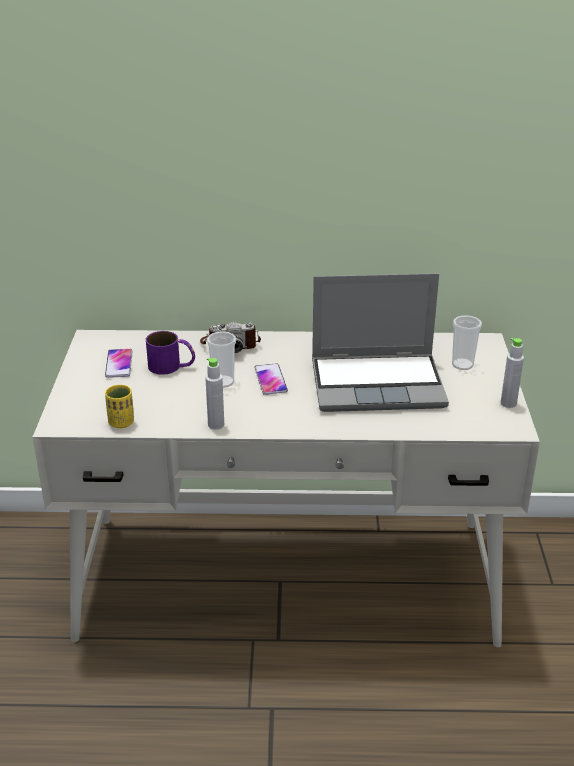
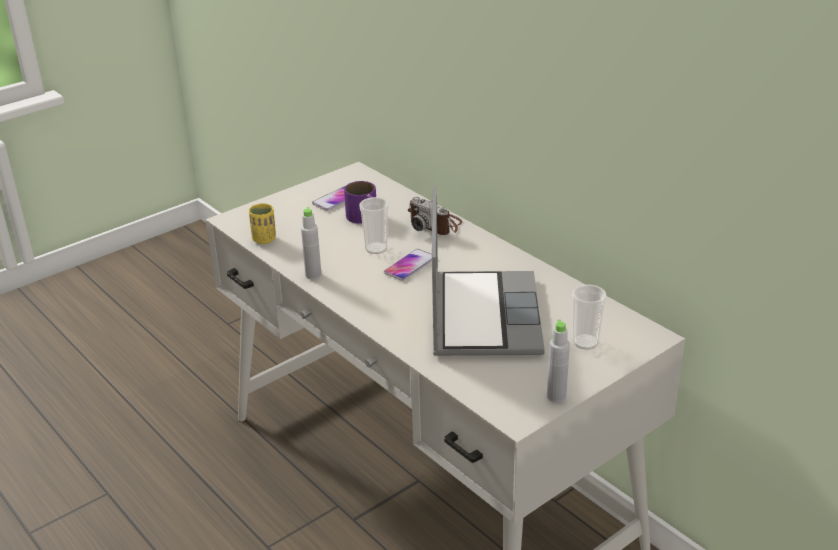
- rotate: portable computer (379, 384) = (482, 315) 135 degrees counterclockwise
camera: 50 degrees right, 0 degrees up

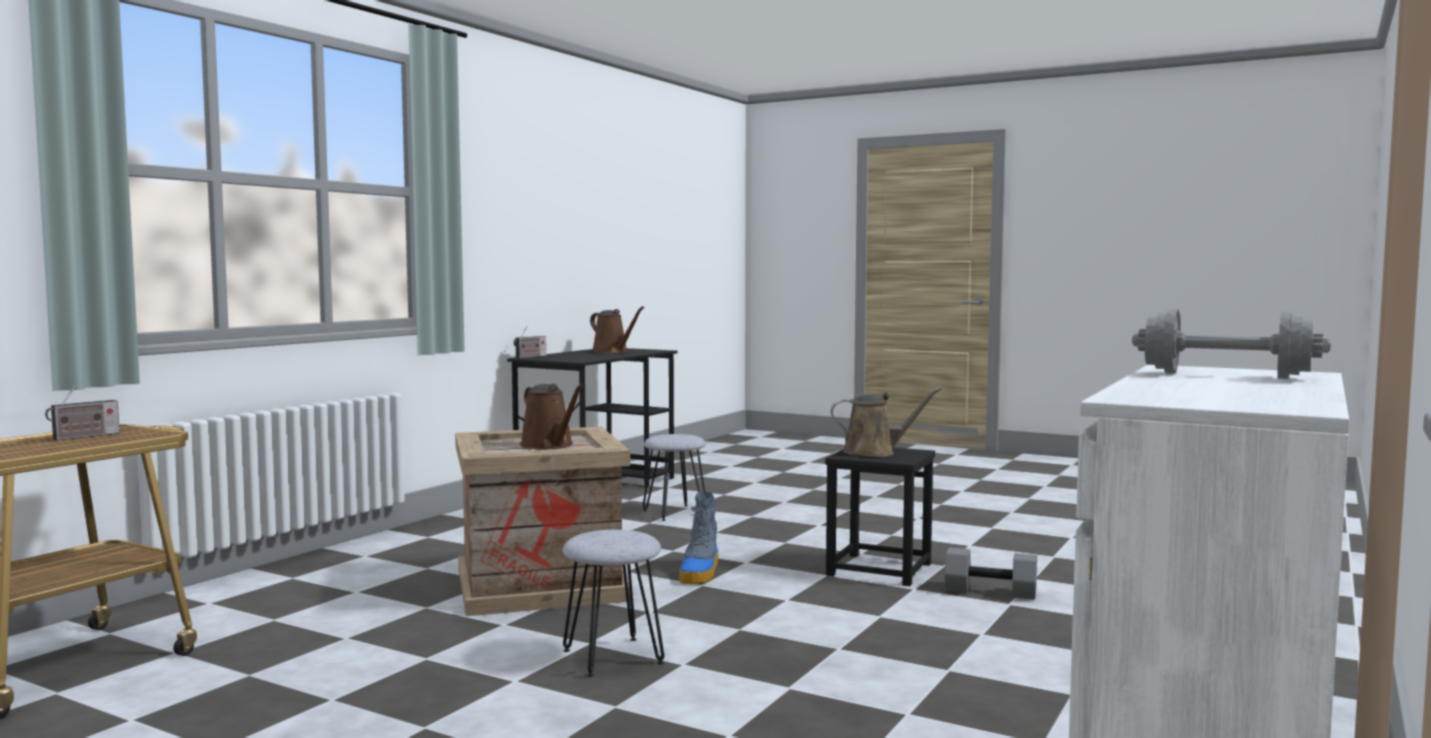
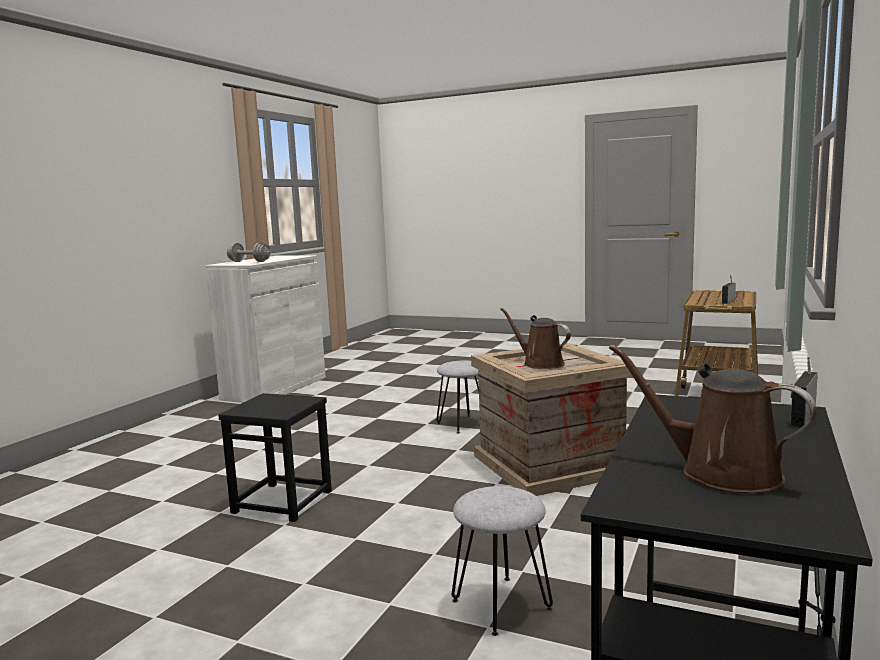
- delete: high-top boot (700, 573)
- delete: brownish watering can (874, 452)
- delete: grey hand weight (989, 592)
camera: 175 degrees right, 5 degrees up

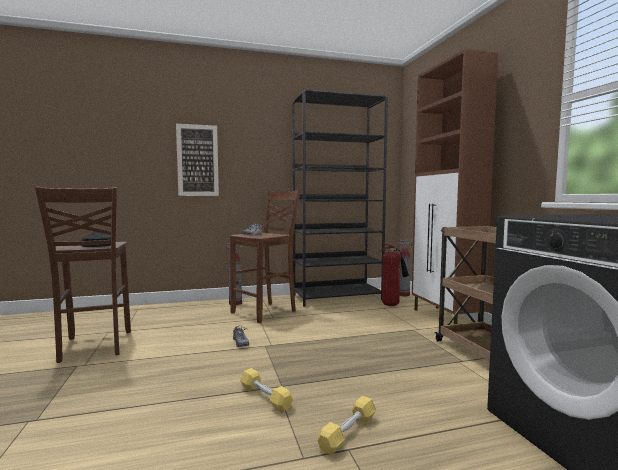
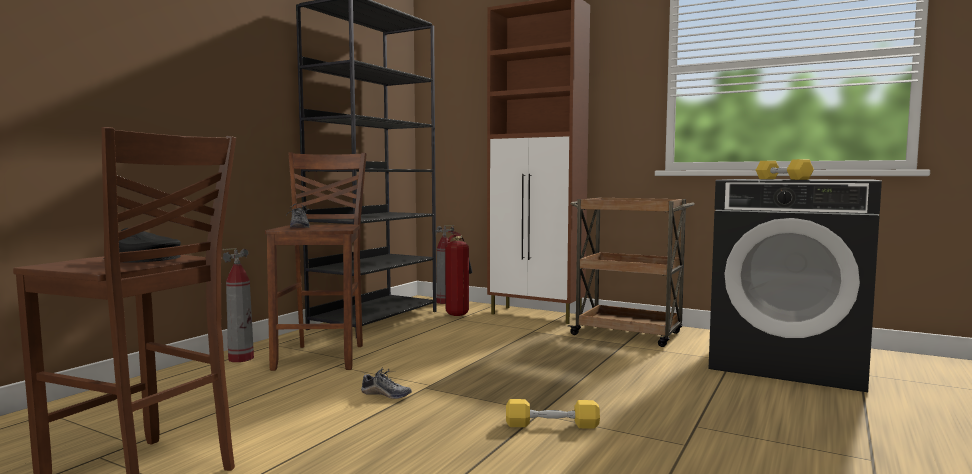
- move: yellow hand weight (348, 433) to (782, 179)
- delete: wall art (197, 160)
camera: 45 degrees left, 0 degrees up

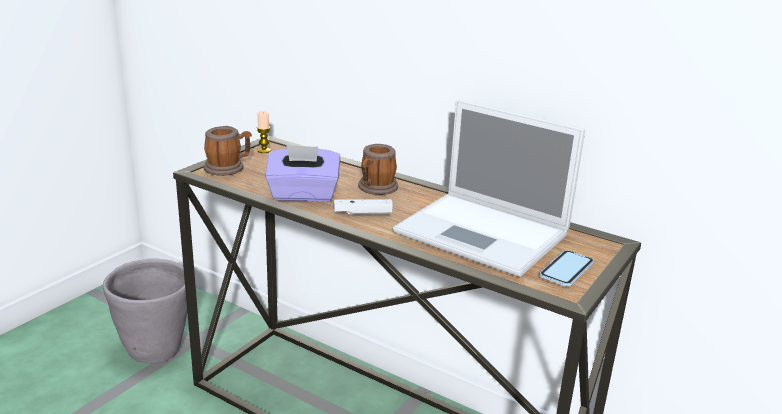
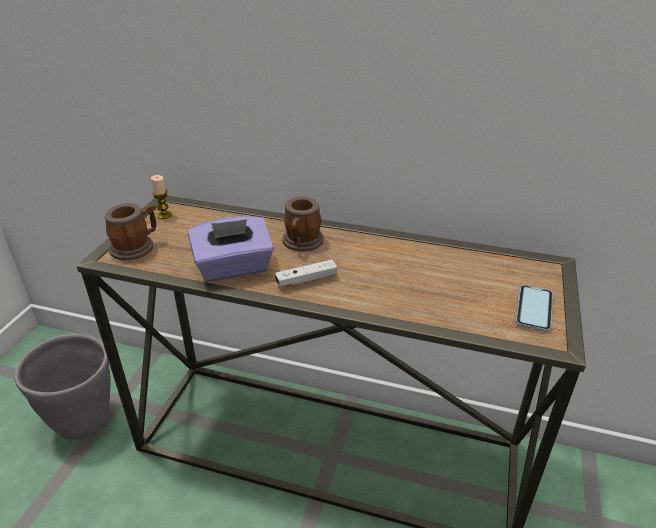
- delete: portable computer (485, 234)
camera: 15 degrees left, 10 degrees up

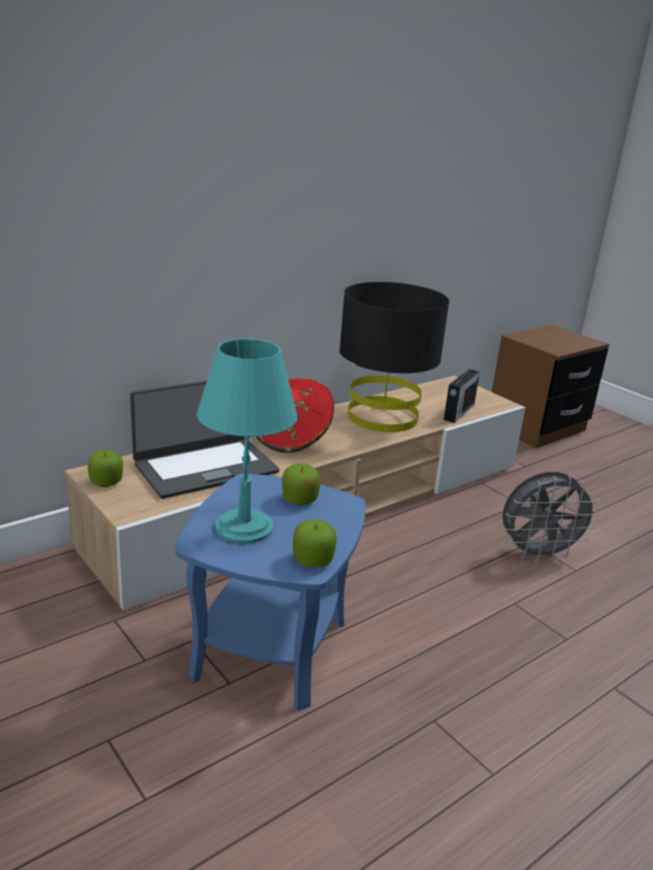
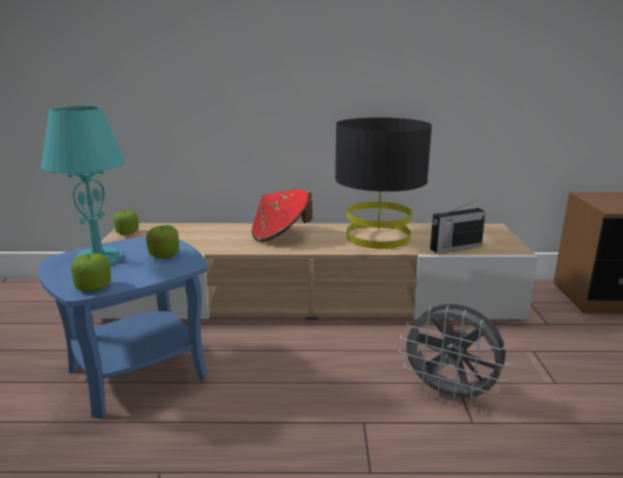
- delete: portable computer (205, 467)
camera: 40 degrees right, 5 degrees down

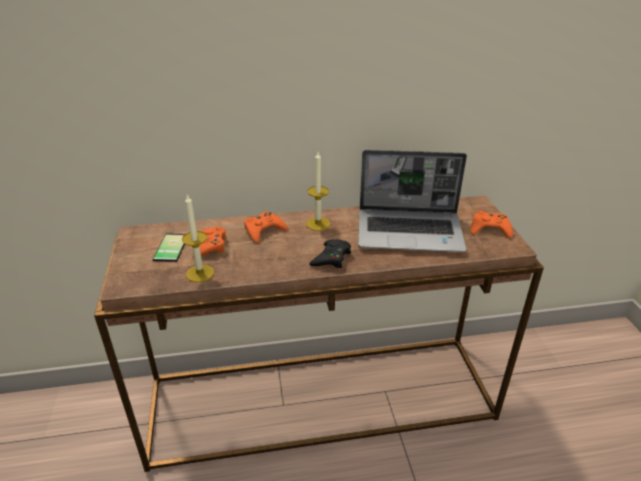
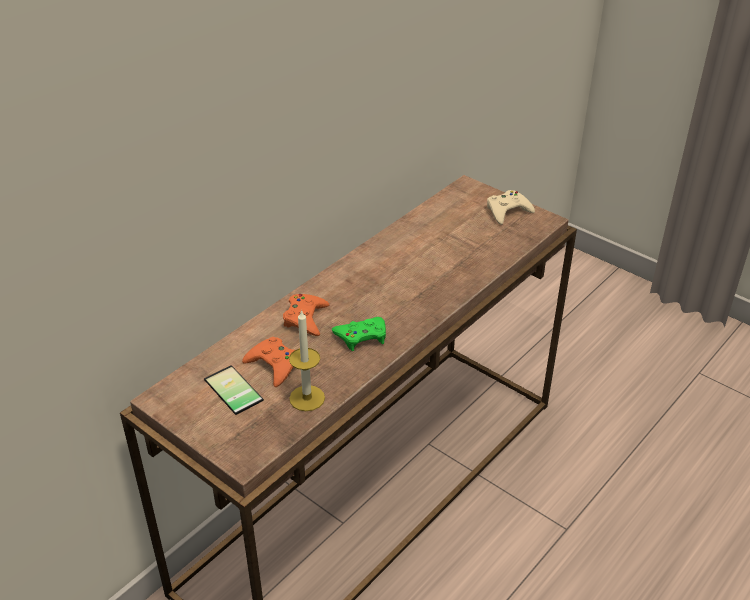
- insert: greenish gamepad (361, 336)
- recolor: orange-coloured gamepad (489, 229) to sand-coloured gamepad (507, 211)
- delete: candle (318, 224)
- delete: black gamepad (331, 258)
- delete: portable computer (410, 231)
camera: 40 degrees left, 5 degrees up

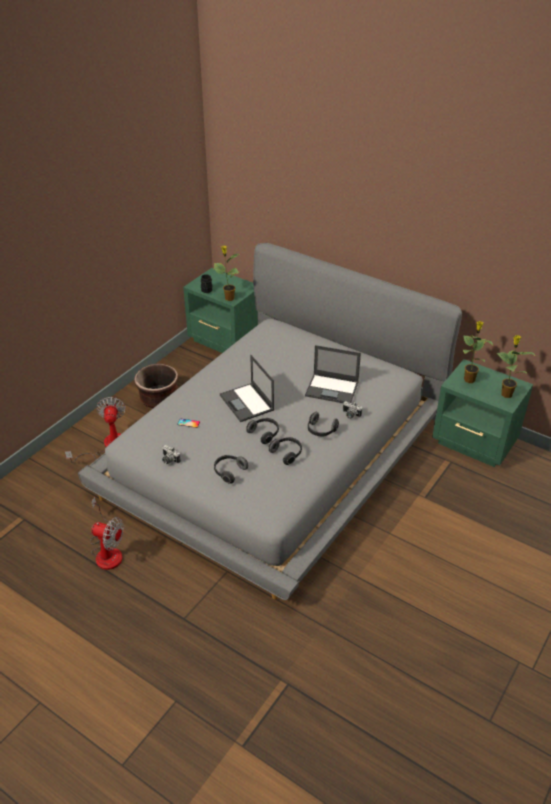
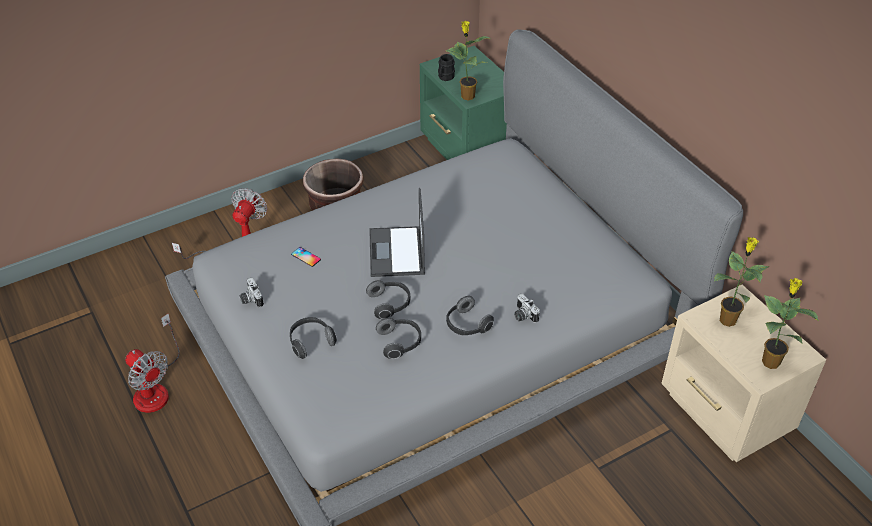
- recolor: greenish nightstand (475, 443) to sand-coloured nightstand (725, 414)
- delete: portable computer (332, 389)
camera: 25 degrees right, 5 degrees up

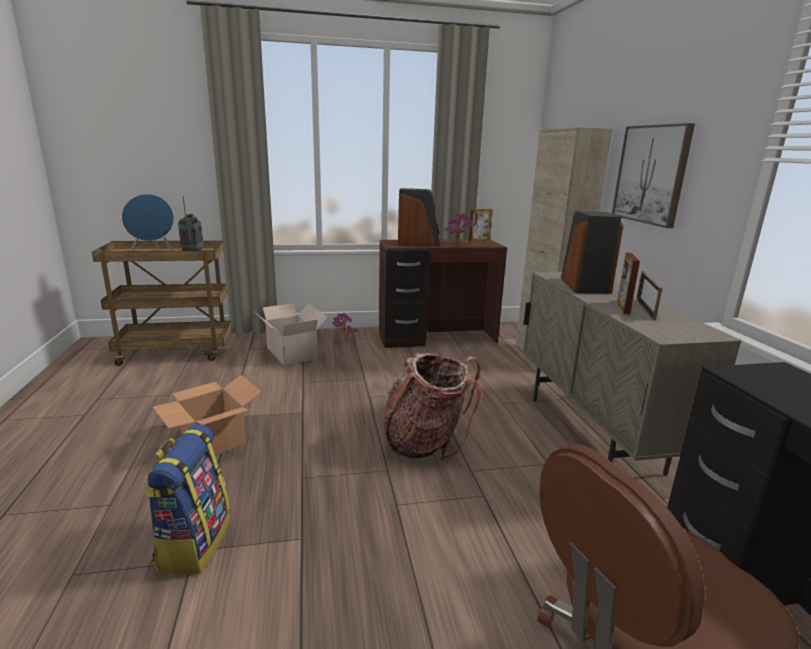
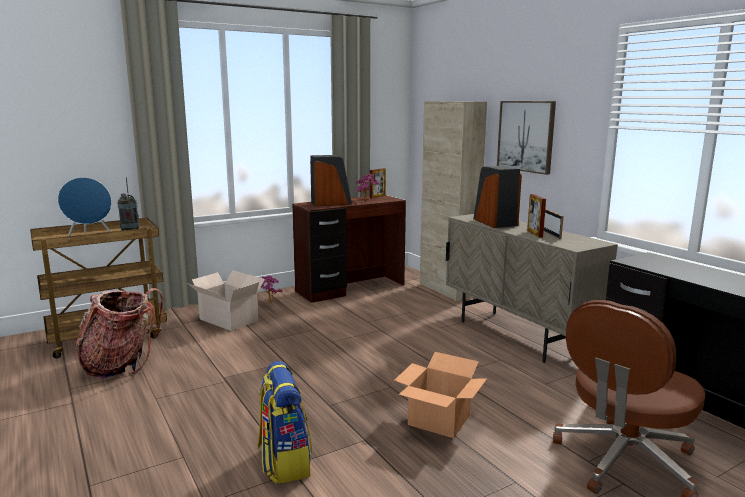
- move: knapsack (426, 442) to (121, 365)
- move: cardboard box (215, 442) to (440, 420)
camera: 20 degrees left, 5 degrees down

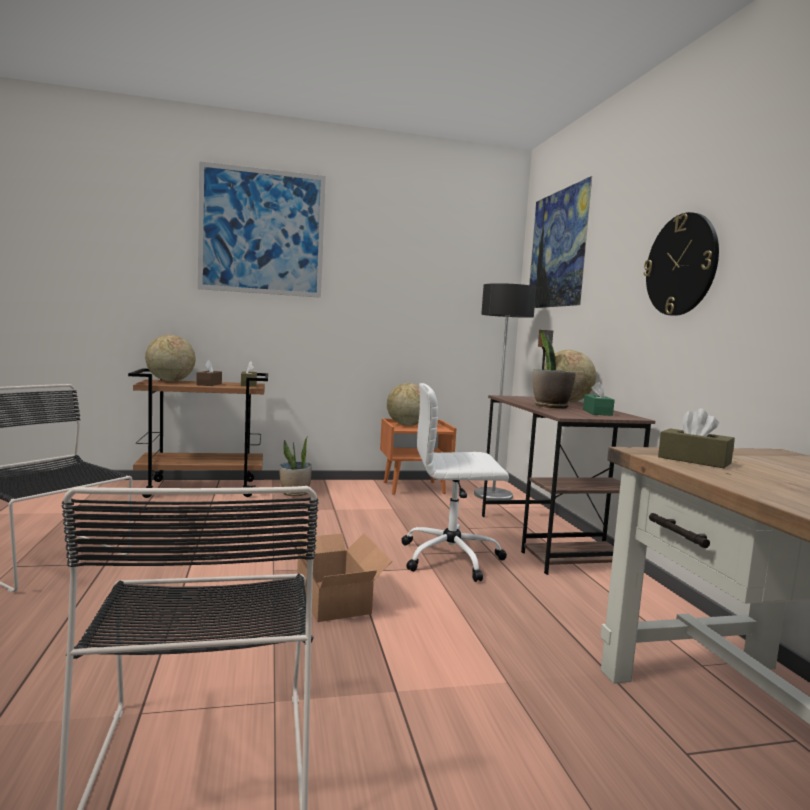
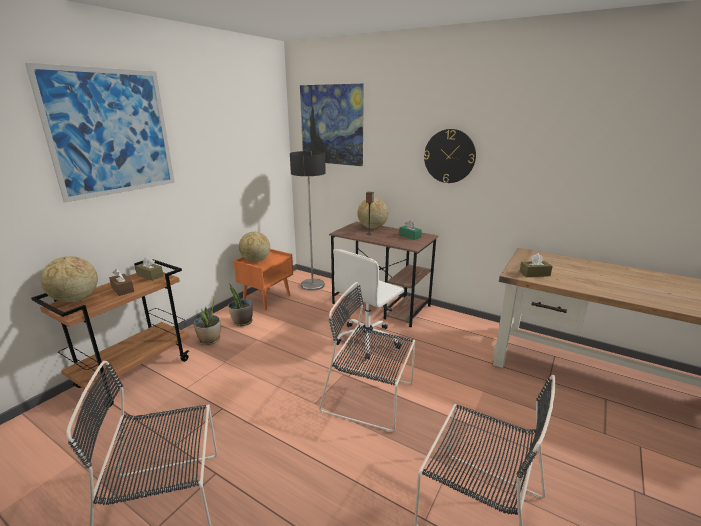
- move: houseplant (550, 407) to (242, 322)
- replace: cardboard box (335, 598) to black chair (371, 398)
camera: 45 degrees left, 15 degrees up

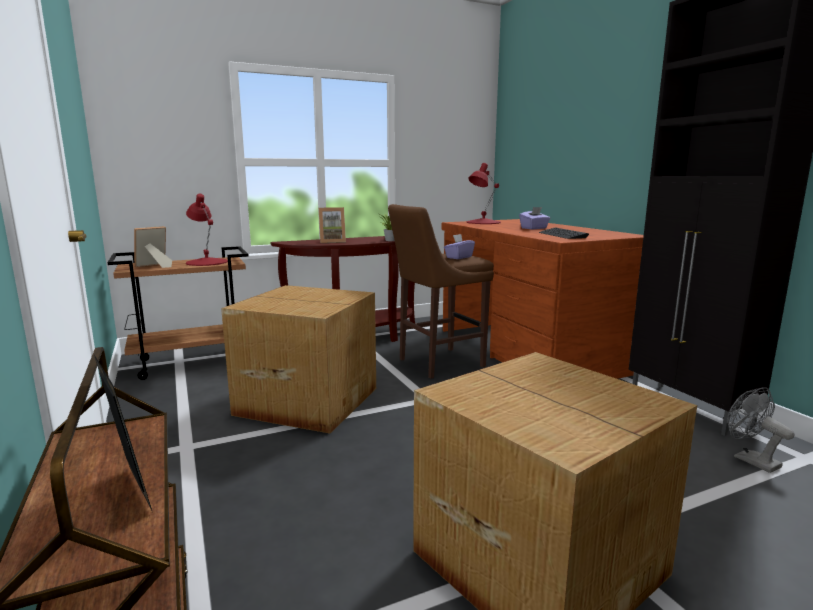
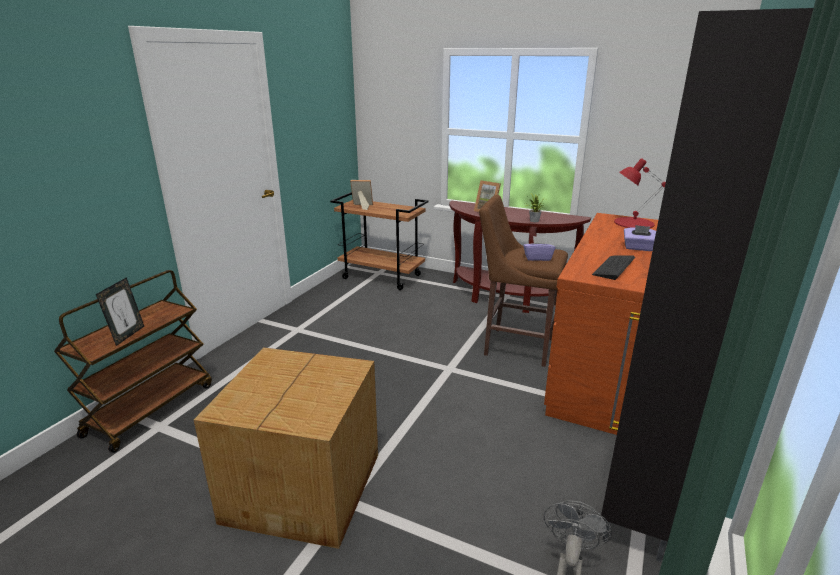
- delete: reddish lamp for a table (207, 262)
- delete: cardboard box (307, 400)
camera: 50 degrees right, 10 degrees up

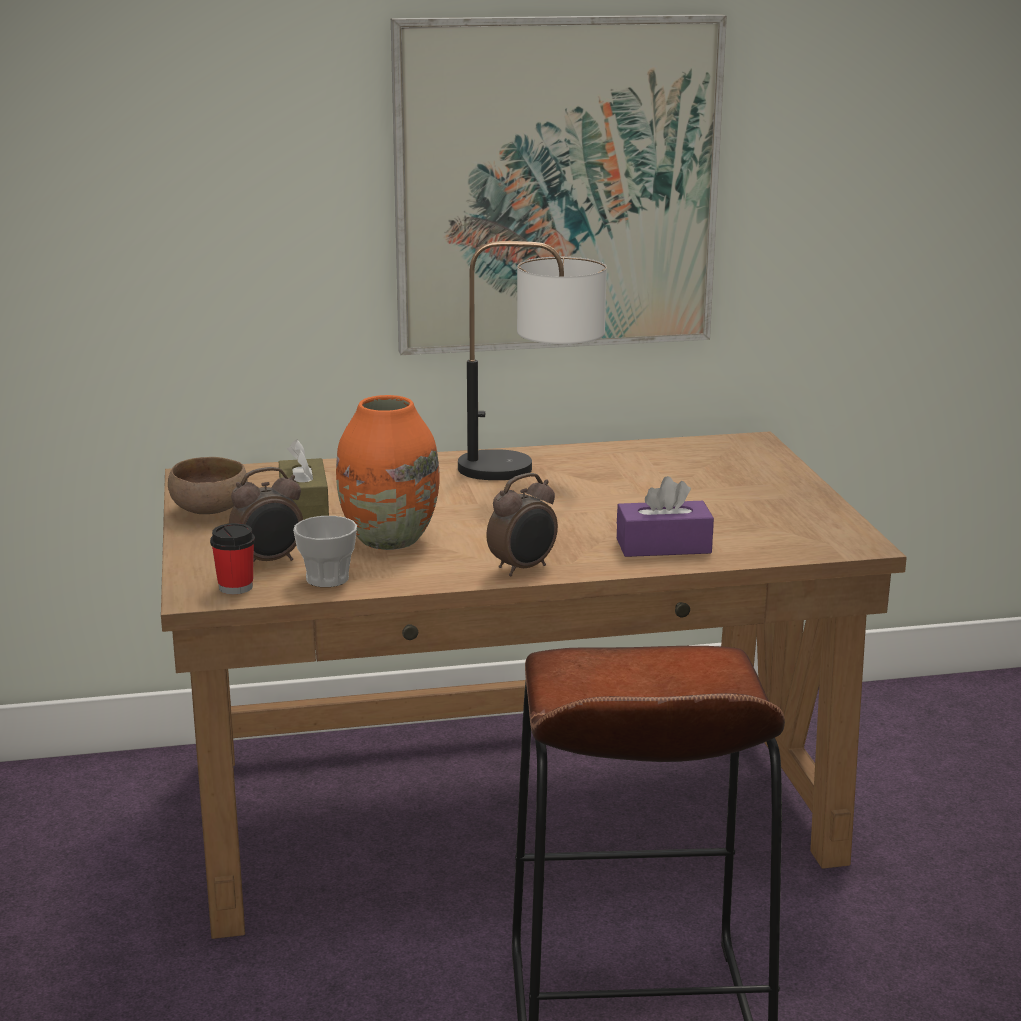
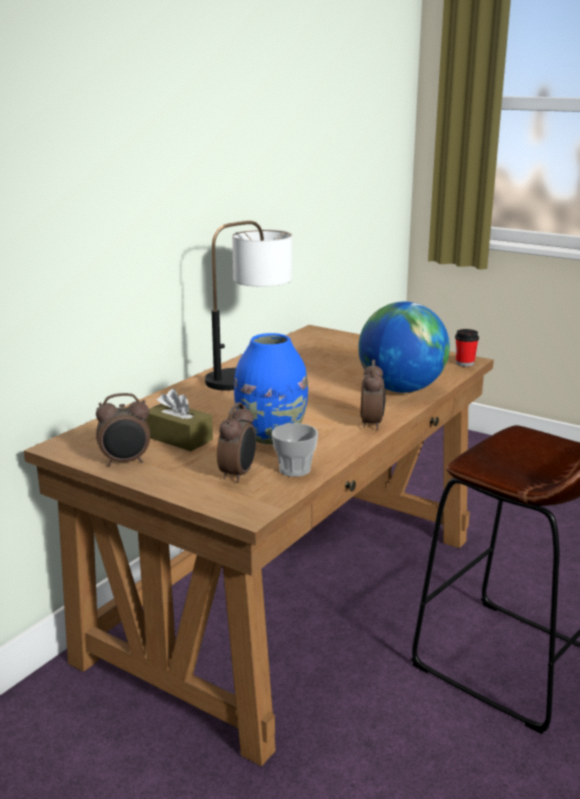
- replace: brownish bowl (211, 510) to table clock (126, 462)
- recolor: orange-coloured decorative vase (388, 539) to bluish decorative vase (271, 436)
- replace: purplish tissue box (663, 546) to globe (401, 389)
- move: cup (235, 587) to (464, 363)
- delete: wall art (556, 186)
camera: 45 degrees left, 0 degrees up

